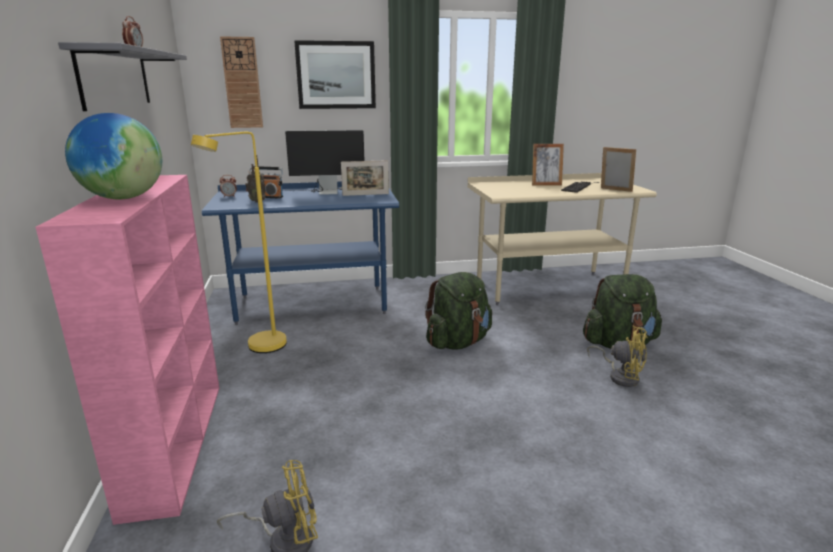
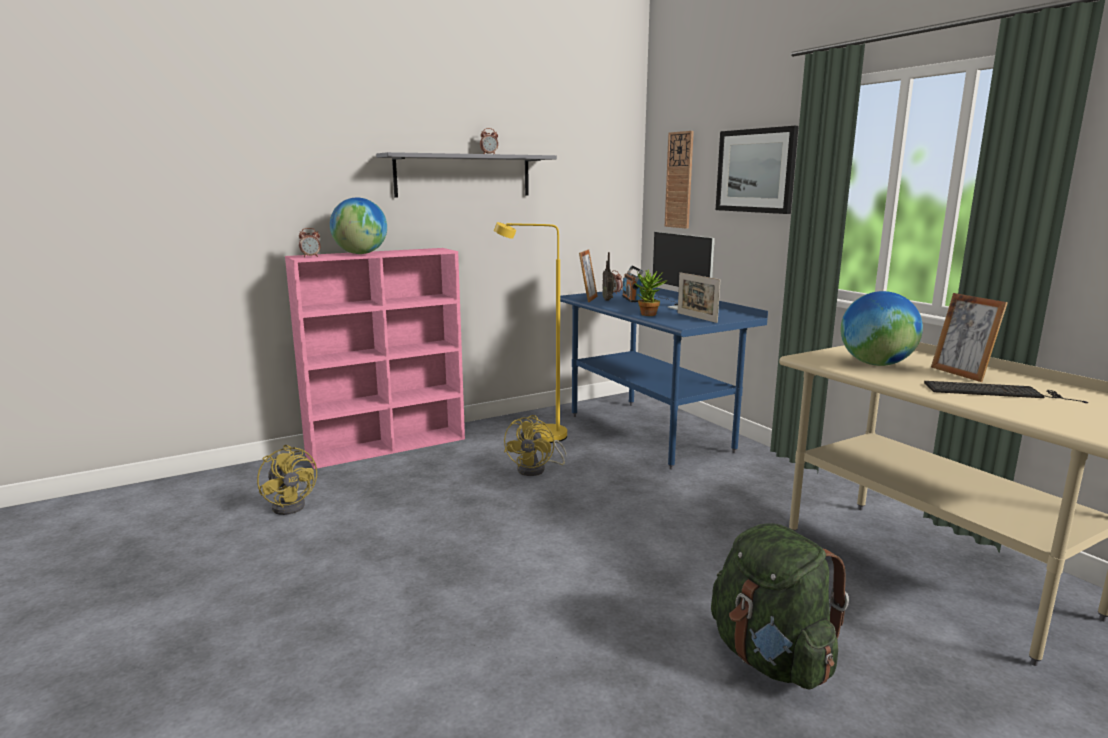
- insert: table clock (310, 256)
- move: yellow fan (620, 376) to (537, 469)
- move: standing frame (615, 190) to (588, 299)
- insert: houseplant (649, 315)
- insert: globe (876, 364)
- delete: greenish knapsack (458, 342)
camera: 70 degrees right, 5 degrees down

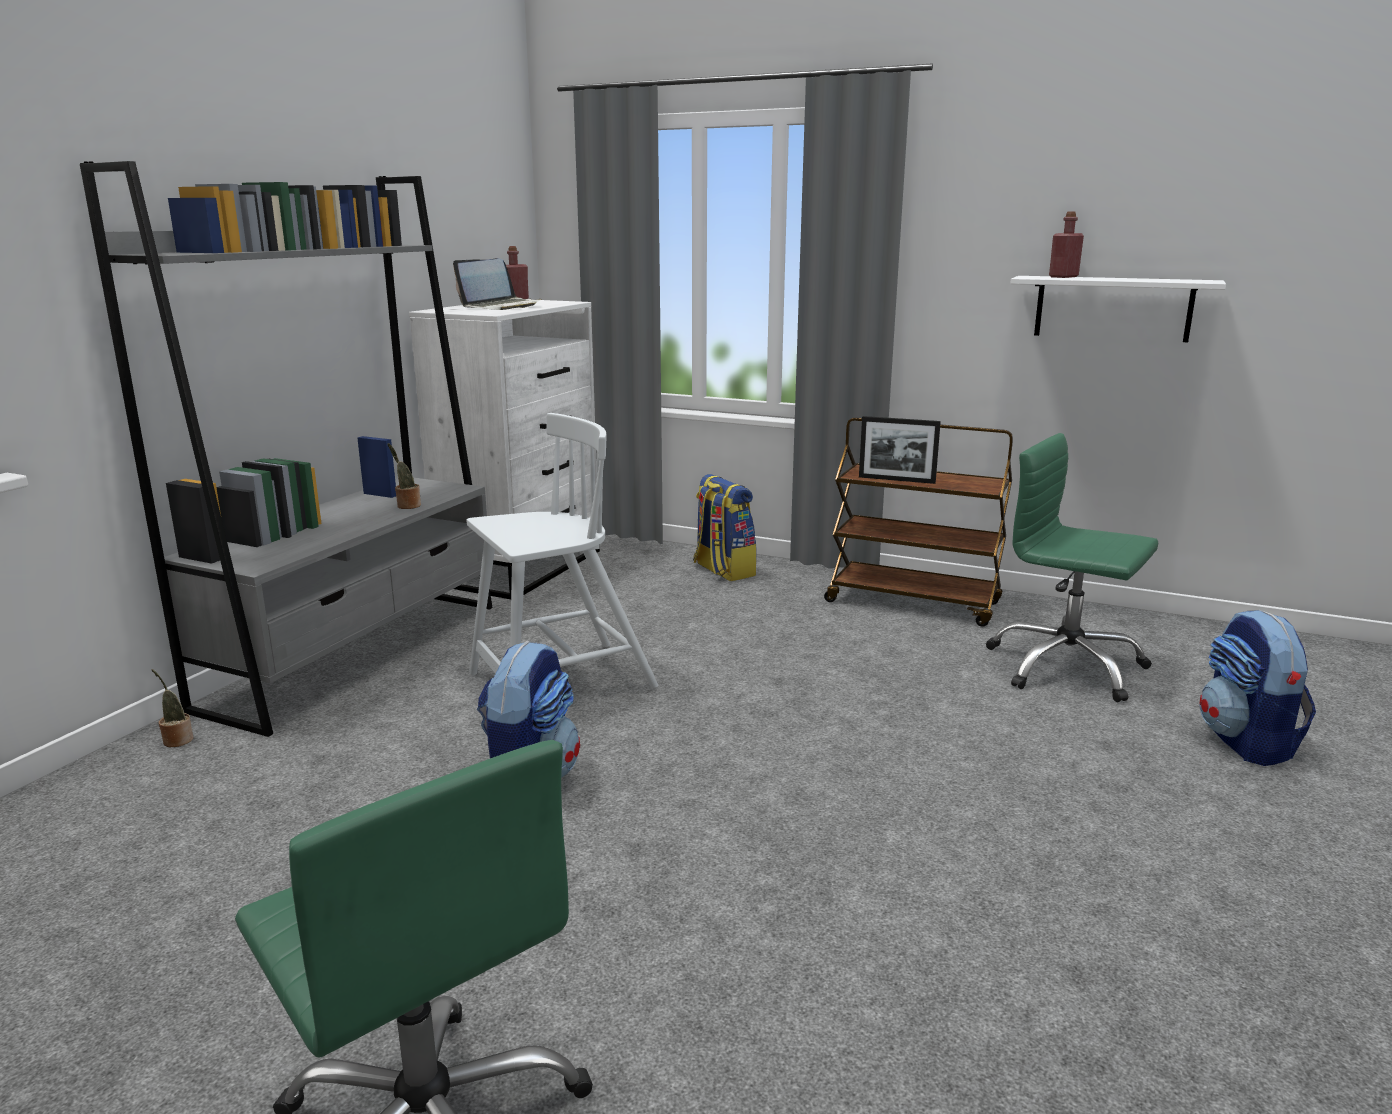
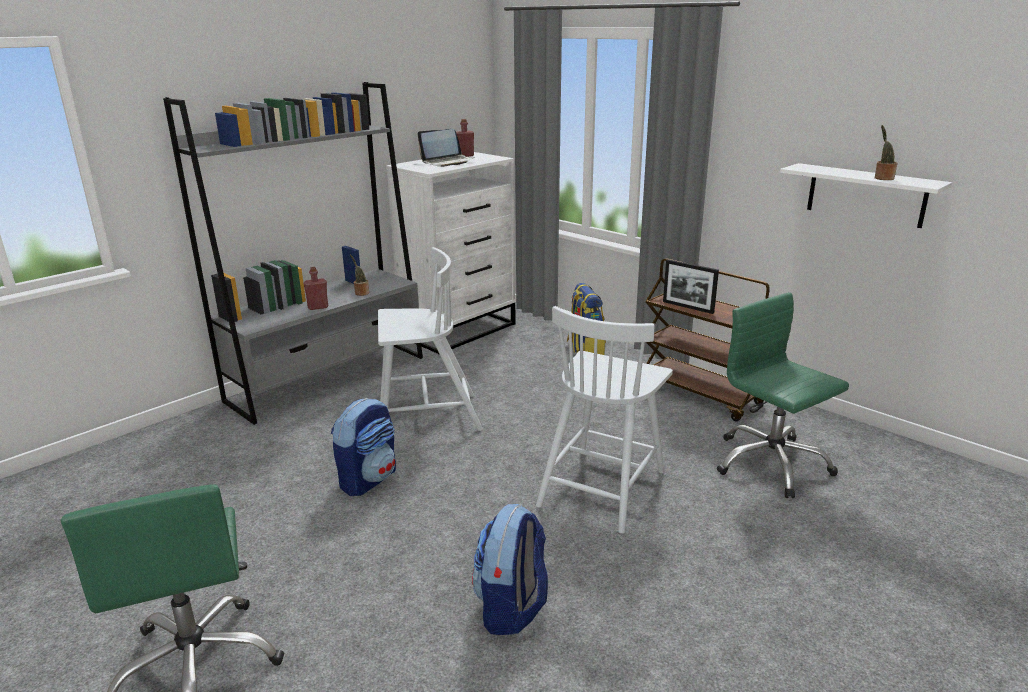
- move: reddish drink bottle (1063, 277) to (318, 307)
- move: knapsack (1246, 742) to (511, 608)
- insert: white-coloured chair (602, 486)
- move: houseplant (177, 740) to (882, 178)
camera: 20 degrees right, 5 degrees up

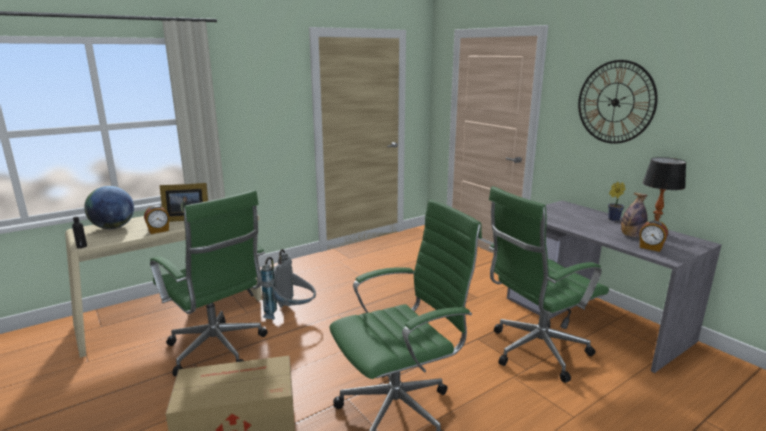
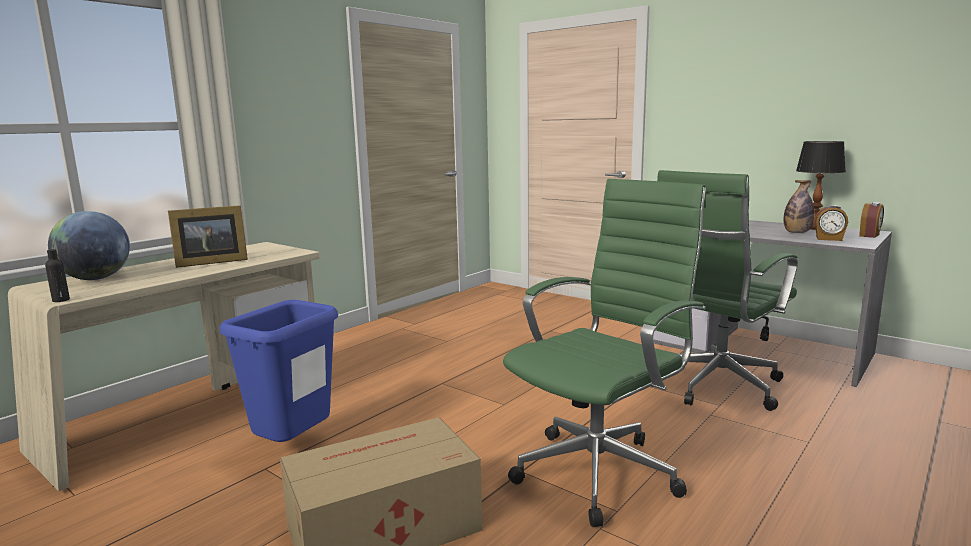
- replace: greenish desk chair (218, 350) to bluish trash can (293, 447)
- move: table clock (159, 231) to (870, 235)
- delete: grey knapsack (292, 315)
- delete: wall clock (615, 102)
- delete: houseplant (612, 219)
camera: 15 degrees left, 5 degrees down

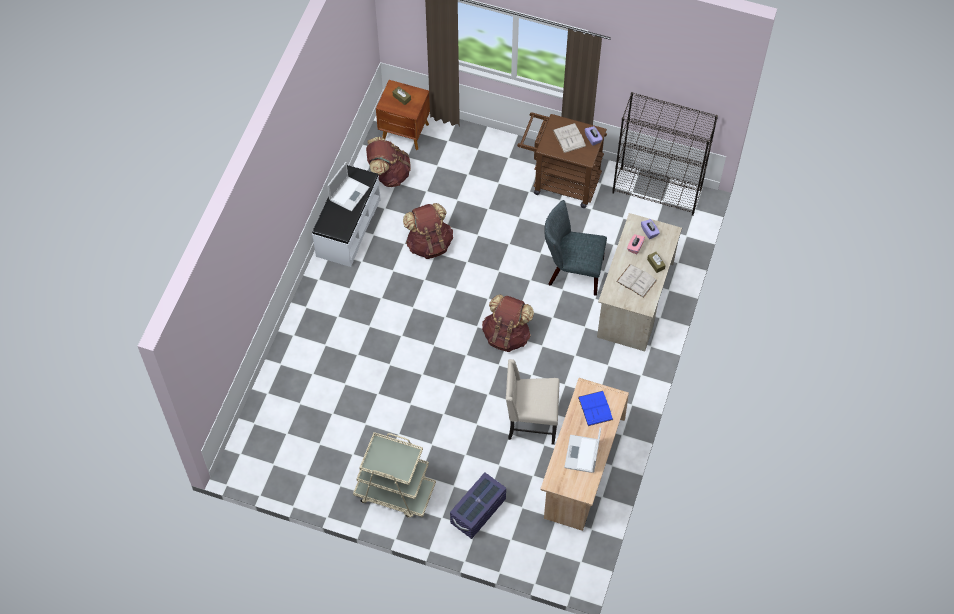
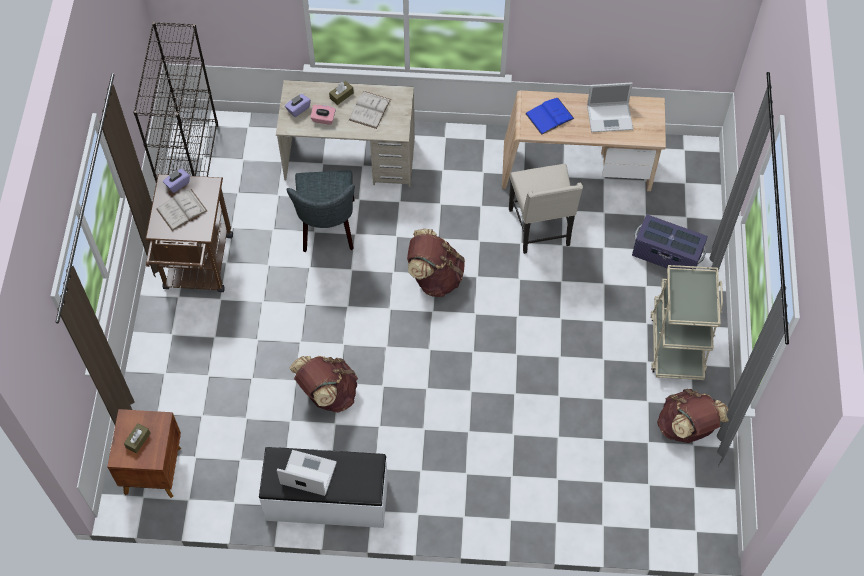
- move: brownish knapsack (388, 174) to (687, 428)
camera: 105 degrees left, 0 degrees up

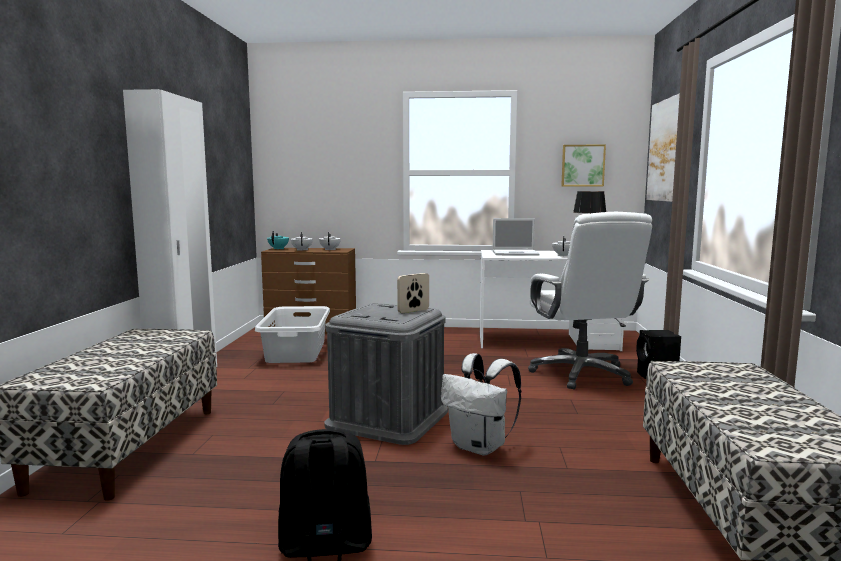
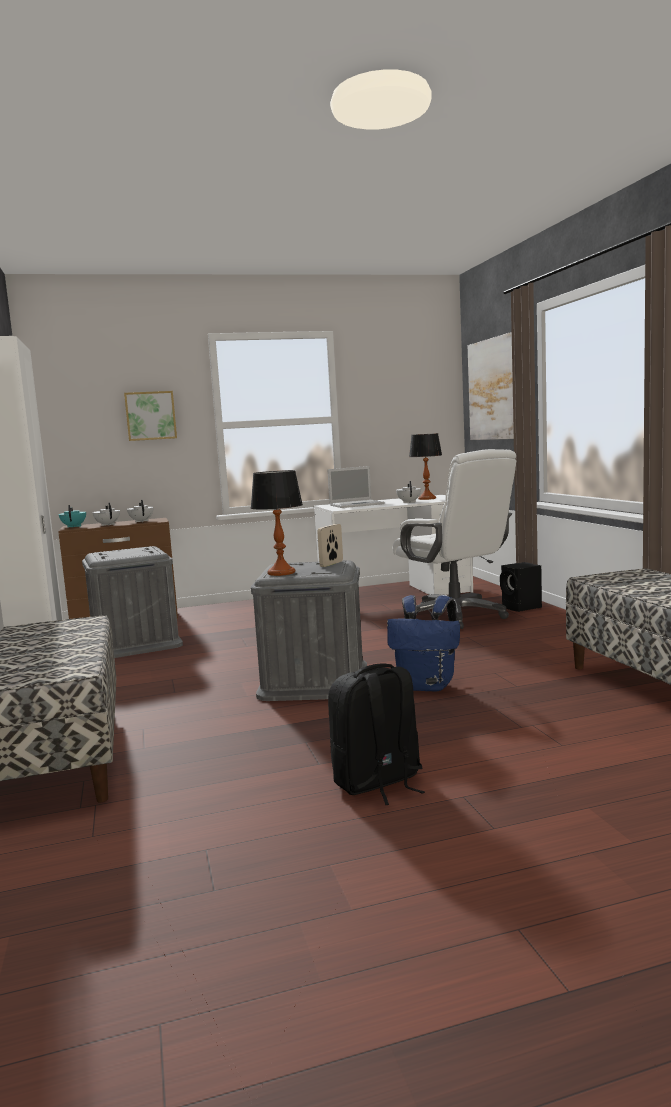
- replace: grey hamper (295, 352) to grey storage bin (135, 643)
- move: wall art (582, 165) to (150, 416)
- insert: lamp for a table (281, 573)
- recolor: white-coloured knapsack (480, 447) to bluish knapsack (428, 686)
camera: 20 degrees left, 0 degrees up

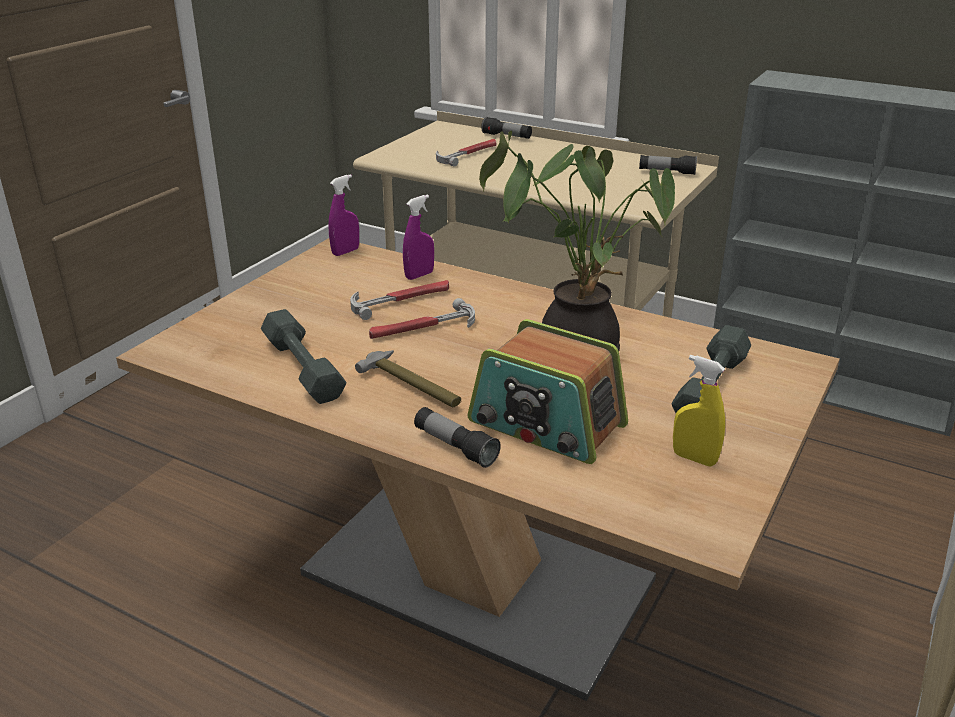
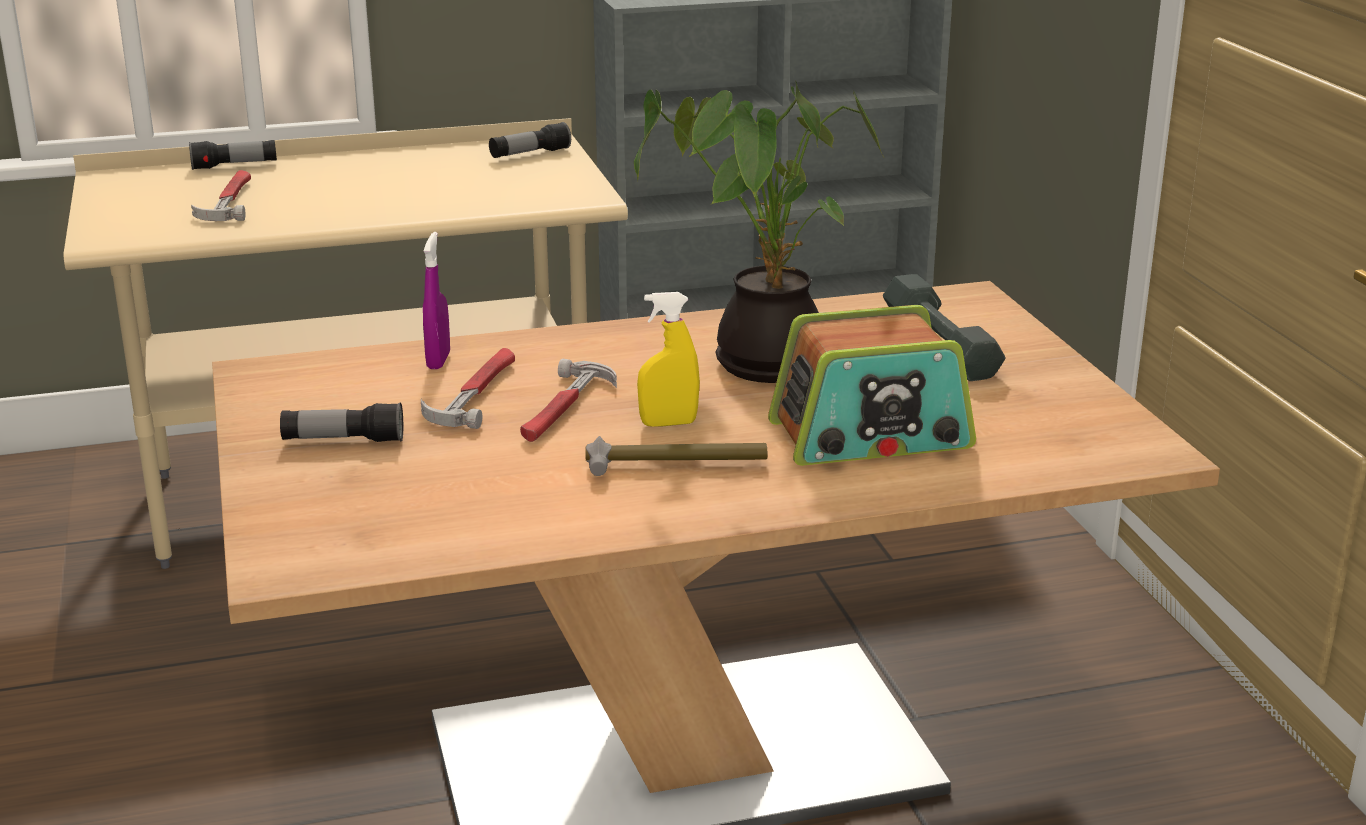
- move: flashlight (455, 447) to (343, 440)
- move: yellow sprayer (694, 458) to (668, 423)
- delete: grey hand weight (303, 368)
- delete: purplish sprayer (345, 252)
camera: 45 degrees left, 5 degrees down

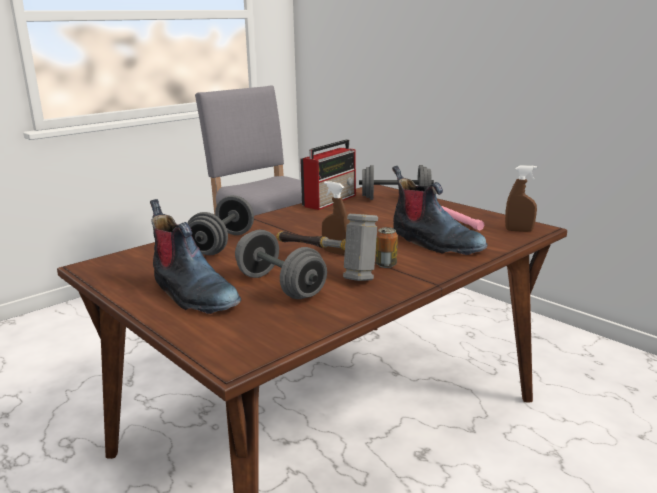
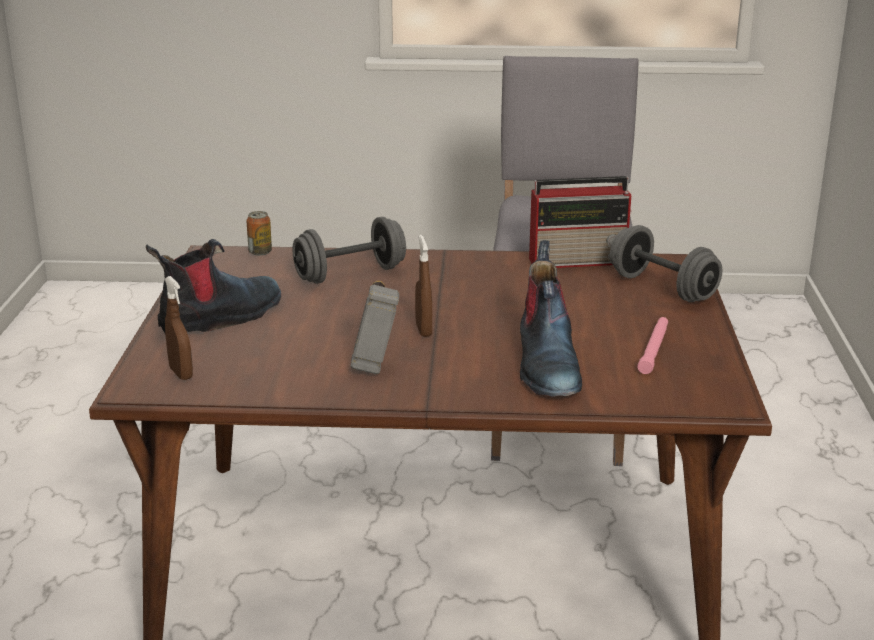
- rotate: high-top boot (192, 294) = (221, 318) 135 degrees counterclockwise
- move: brownish sprayer (519, 230) to (181, 373)
- move: can (386, 265) to (260, 252)
- delete: grey hand weight (280, 286)
camera: 45 degrees right, 5 degrees up

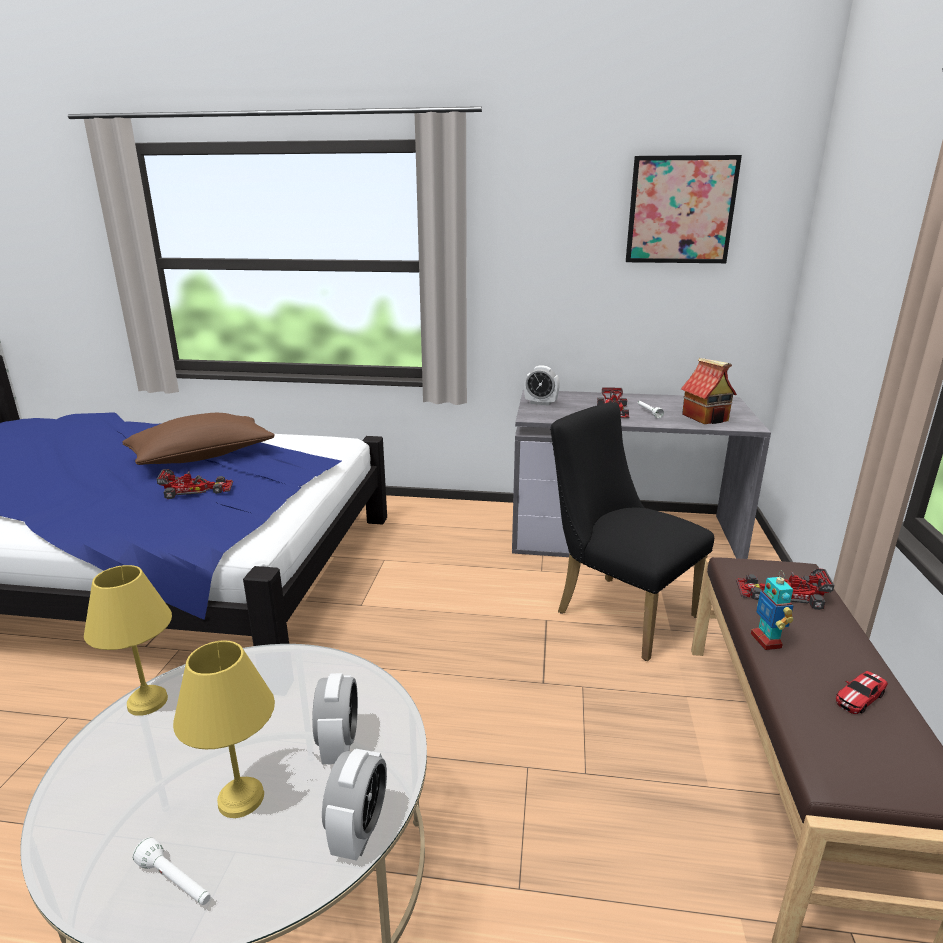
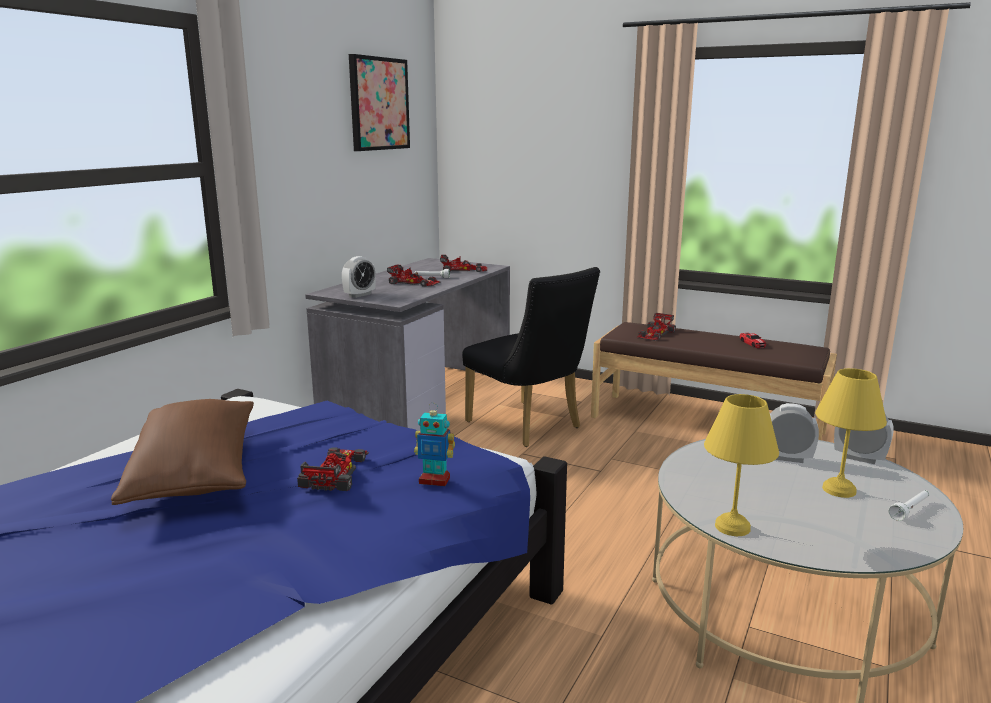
- move: toy robot (766, 641) to (434, 480)
- replace: toy house (706, 417) to model car (463, 270)
- rotate: black chair (617, 611) = (529, 427) 105 degrees counterclockwise
camera: 70 degrees left, 5 degrees down

